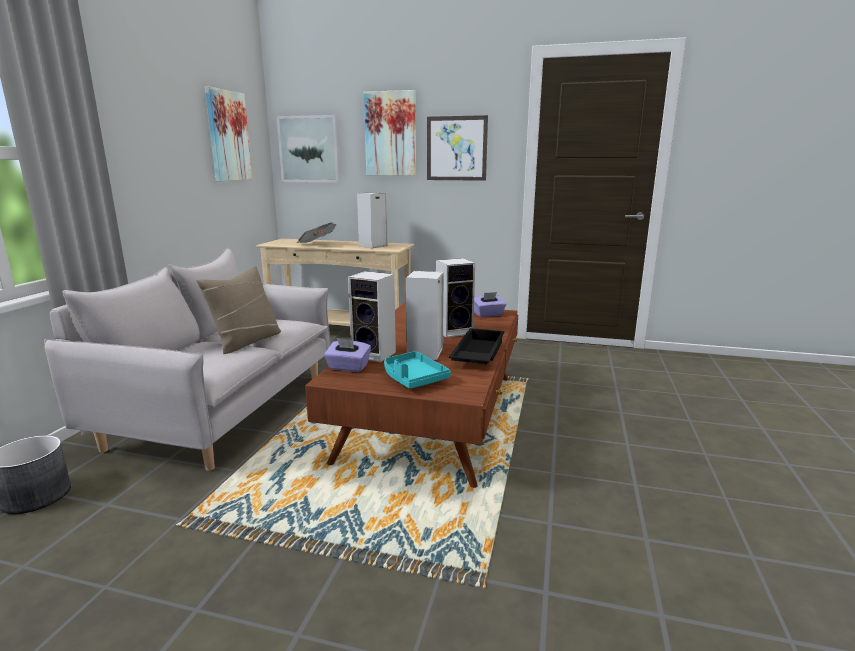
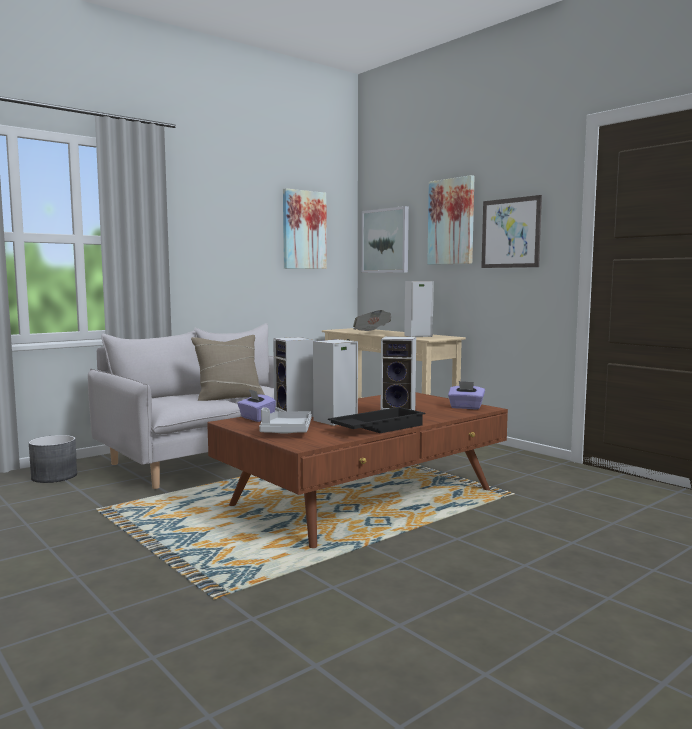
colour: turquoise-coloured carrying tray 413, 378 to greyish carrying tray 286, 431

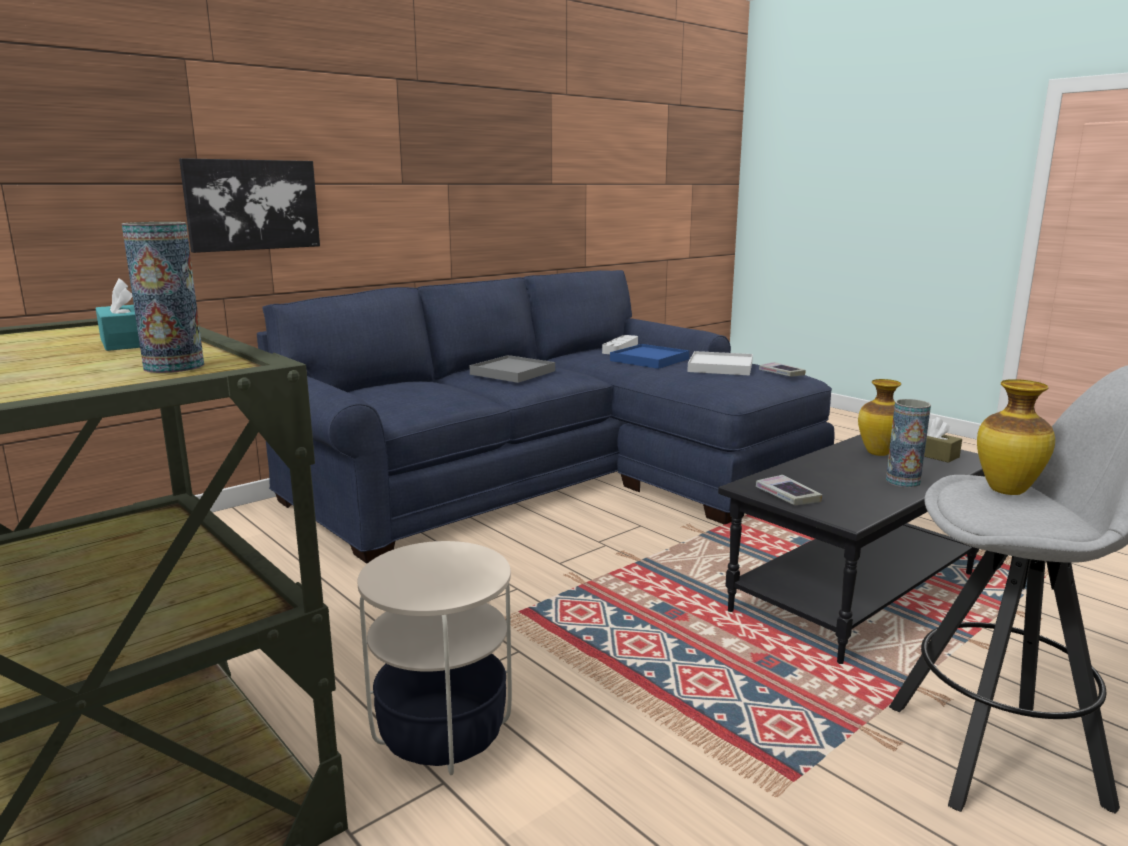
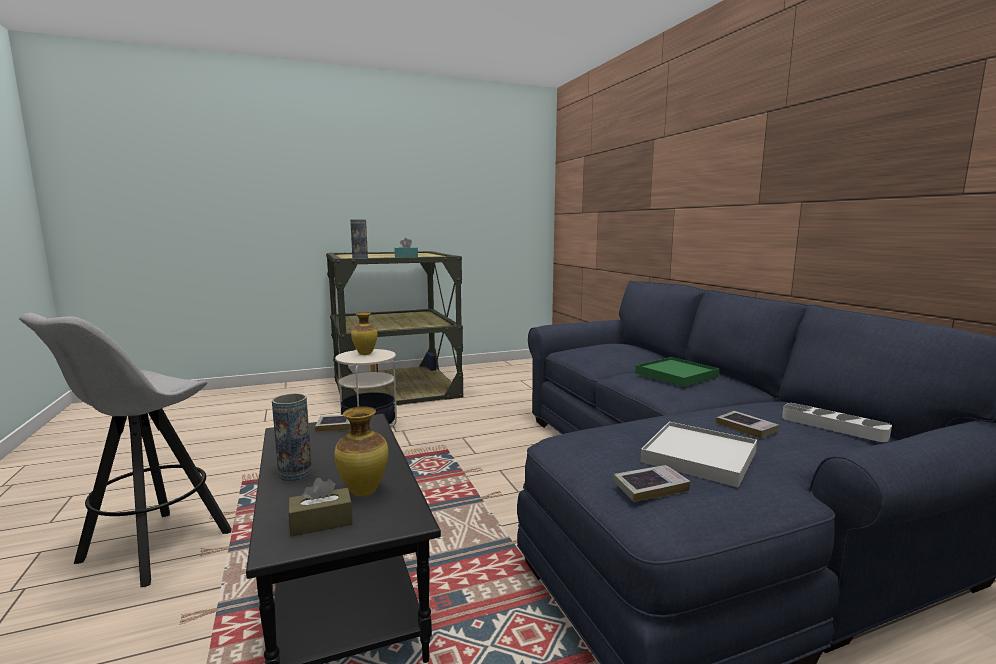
missing: wall art 252, 205
relocated: flower vase 1007, 491 to 365, 354
exchanged: bluish carrying tray 649, 360 to book 747, 428
colour: greyish carrying tray 512, 373 to greenish carrying tray 676, 375

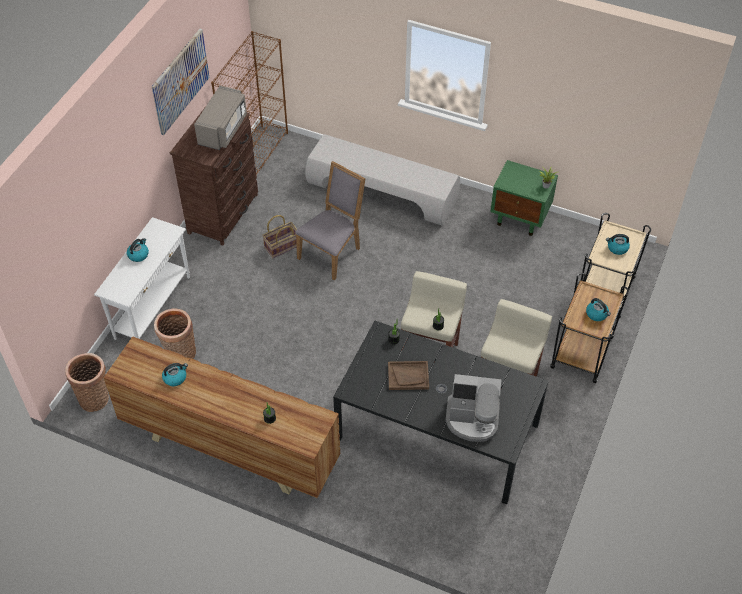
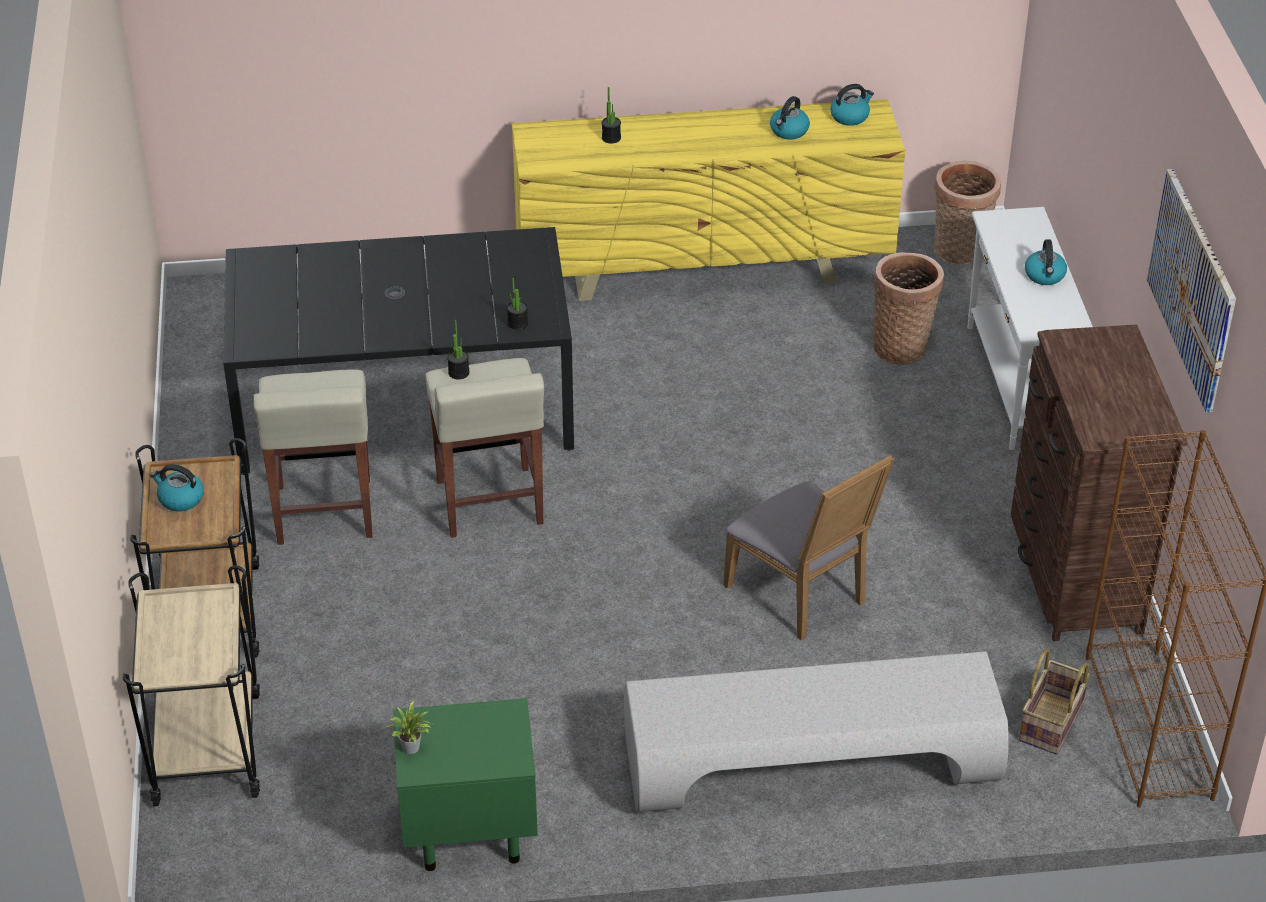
missing: greyish microwave oven 223, 130; brown carrying tray 408, 376; coffee brewer 472, 419
relocated: kettle 617, 248 to 850, 116; household basket 282, 246 to 1052, 723
colour: brown cupboard 229, 449 to yellow cupboard 704, 271
spun: greyish upright chair 332, 252 = 802, 596 45 degrees counterclockwise

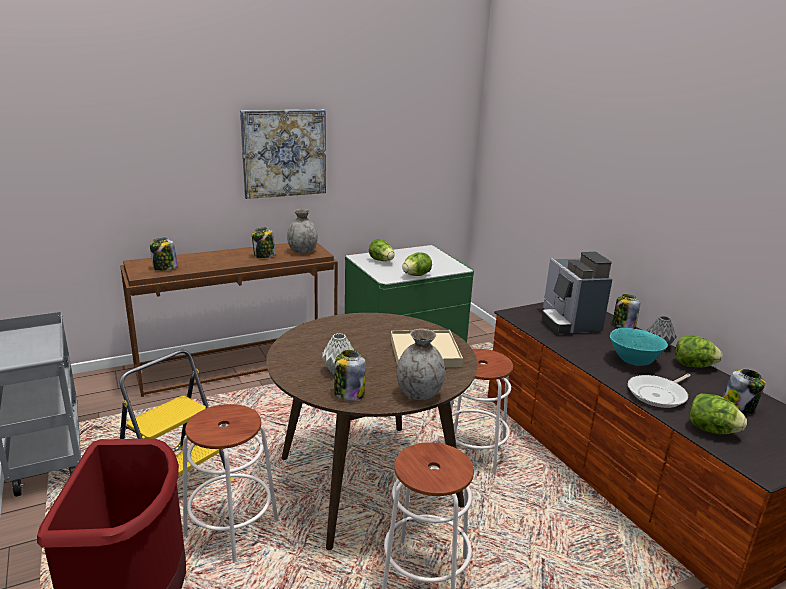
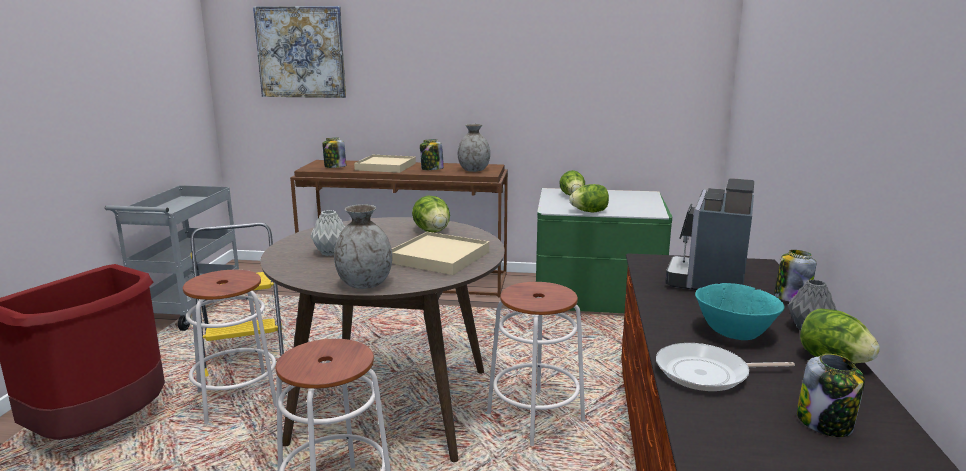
missing: jar 348, 393
appeared: beige-coloured carrying tray 385, 166
relocated: wall art 284, 153 to 301, 52; lettuce 711, 430 to 432, 231

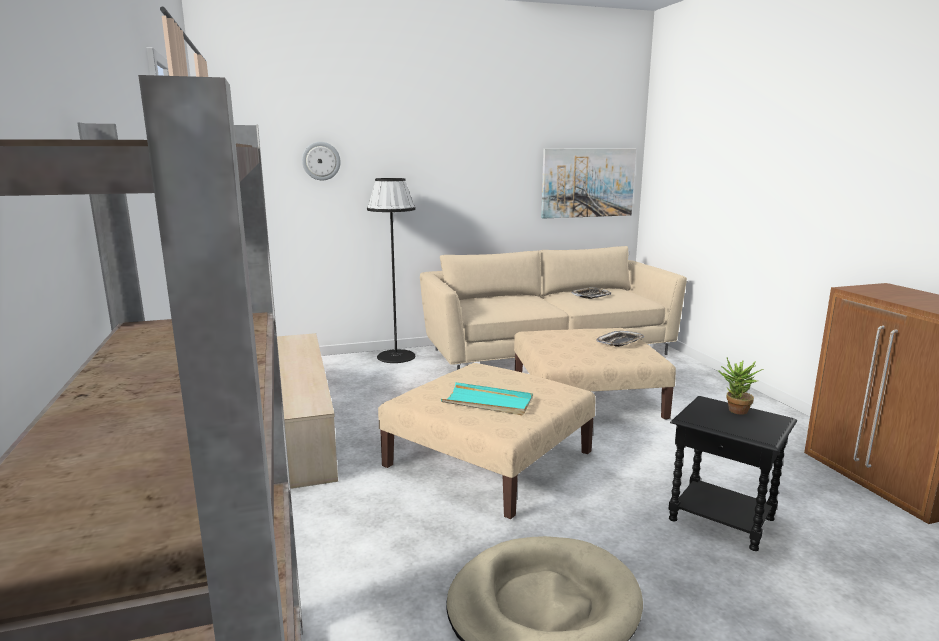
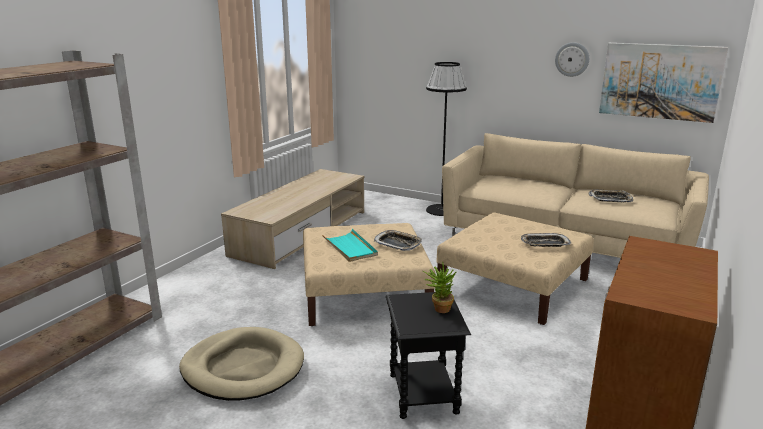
appeared: carrying tray 398, 244
relocated: wall clock 321, 161 to 572, 59

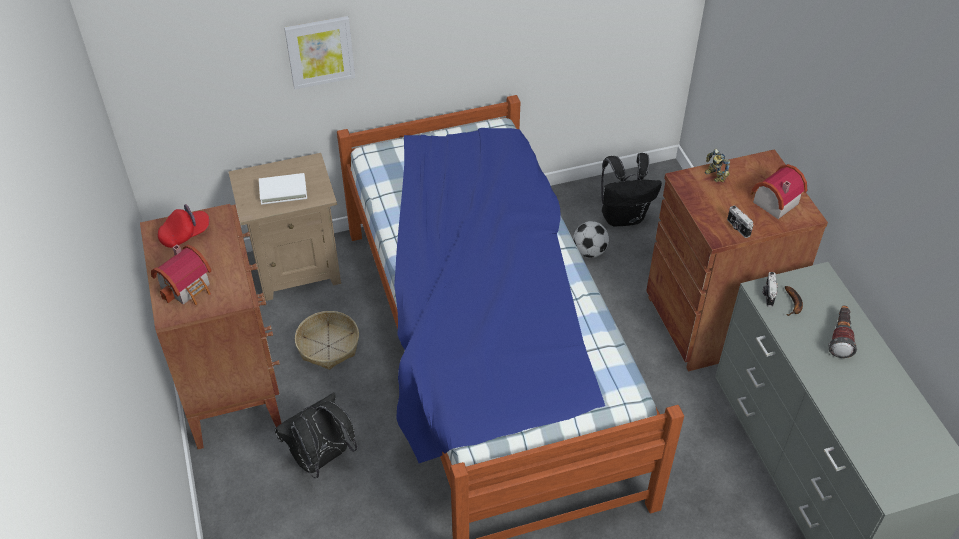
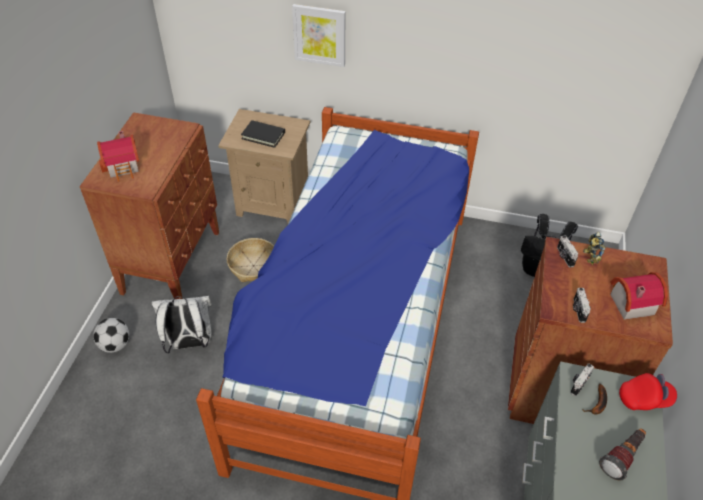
appeared: still camera 564, 256
relocated: football 589, 251 to 115, 344; red cap 185, 234 to 644, 399
colour: blackish rucksack 322, 459 to whitish rucksack 189, 343; whitish book 283, 190 to blackish book 263, 135

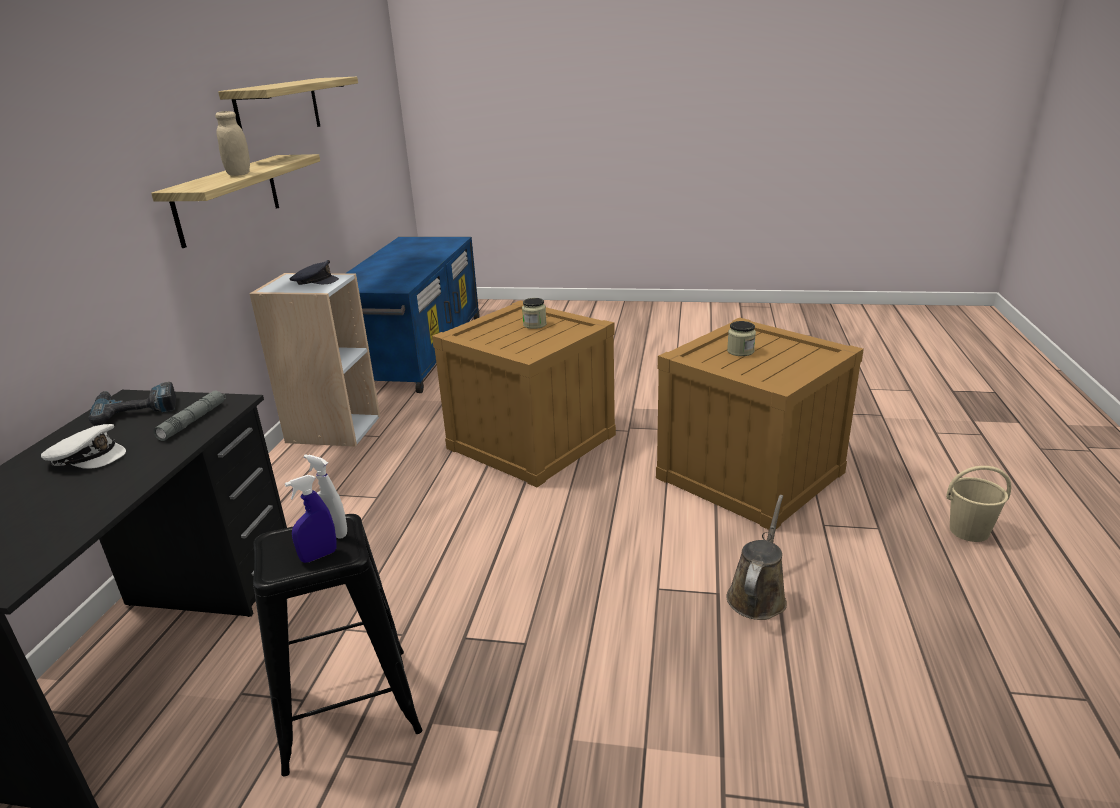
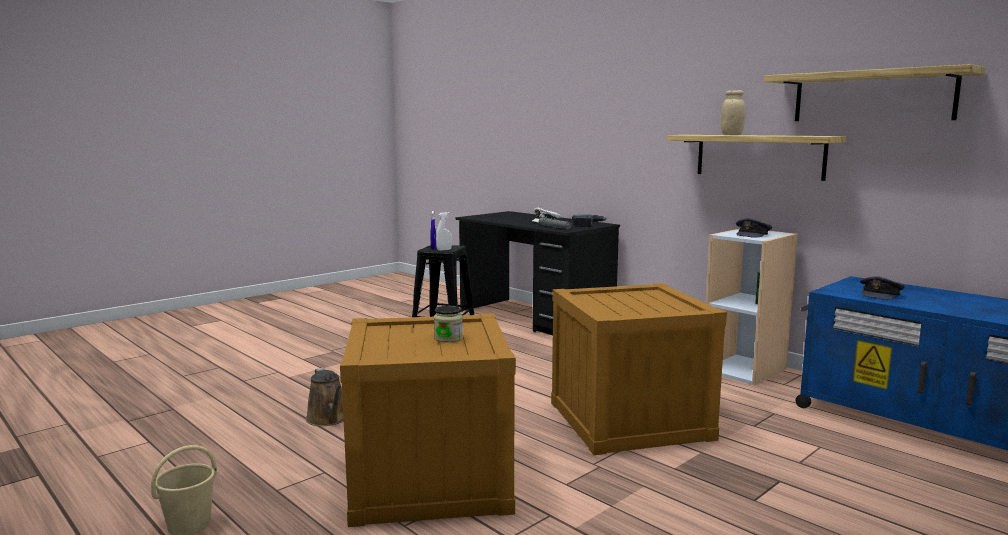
missing: jar 534, 325
appeared: greyish cap 880, 294

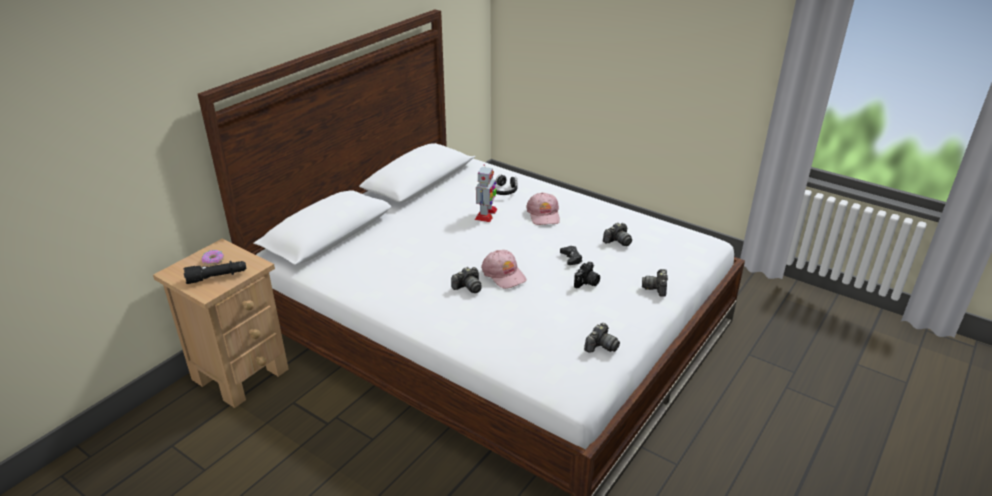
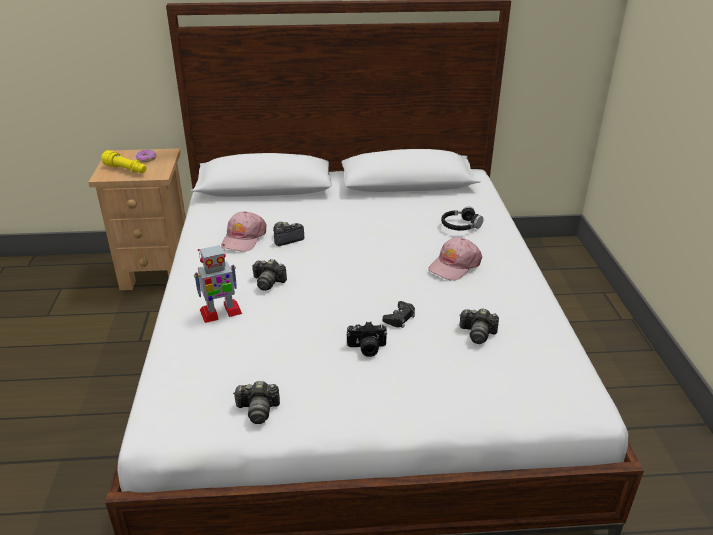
relocated: robot figure 486, 214 to 220, 312; pink-coloured cap 504, 274 to 243, 238; still camera 656, 288 to 286, 239
colour: blackish flashlight 217, 277 to yellow flashlight 126, 170

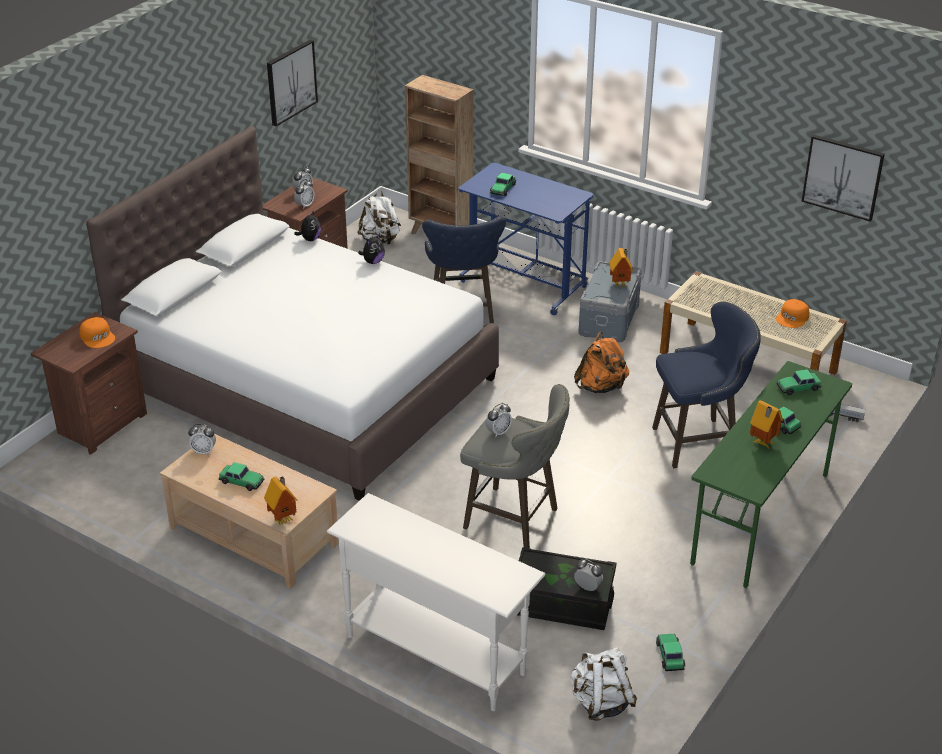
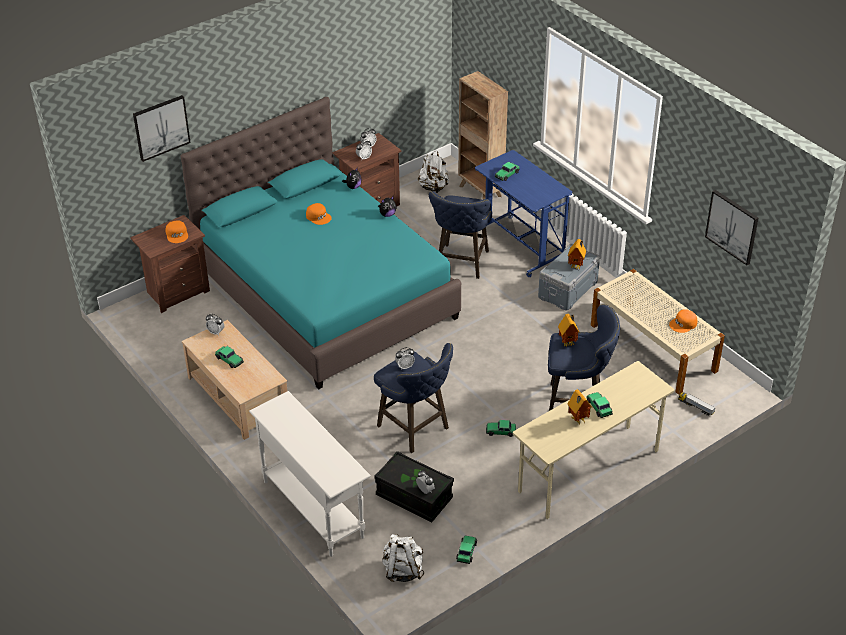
missing: orange rucksack 601, 387
appeared: orange cap 318, 216
relocated: wall art 291, 82 to 161, 127; model car 798, 387 to 500, 431; miniature house 284, 519 to 568, 342
colour: whitish sleeping bed 307, 384 to turquoise-coloured sleeping bed 325, 293; greyish sitting stool 515, 520 to bluish sitting stool 415, 429; greenish desk 761, 519 to beige-coloured desk 588, 472

